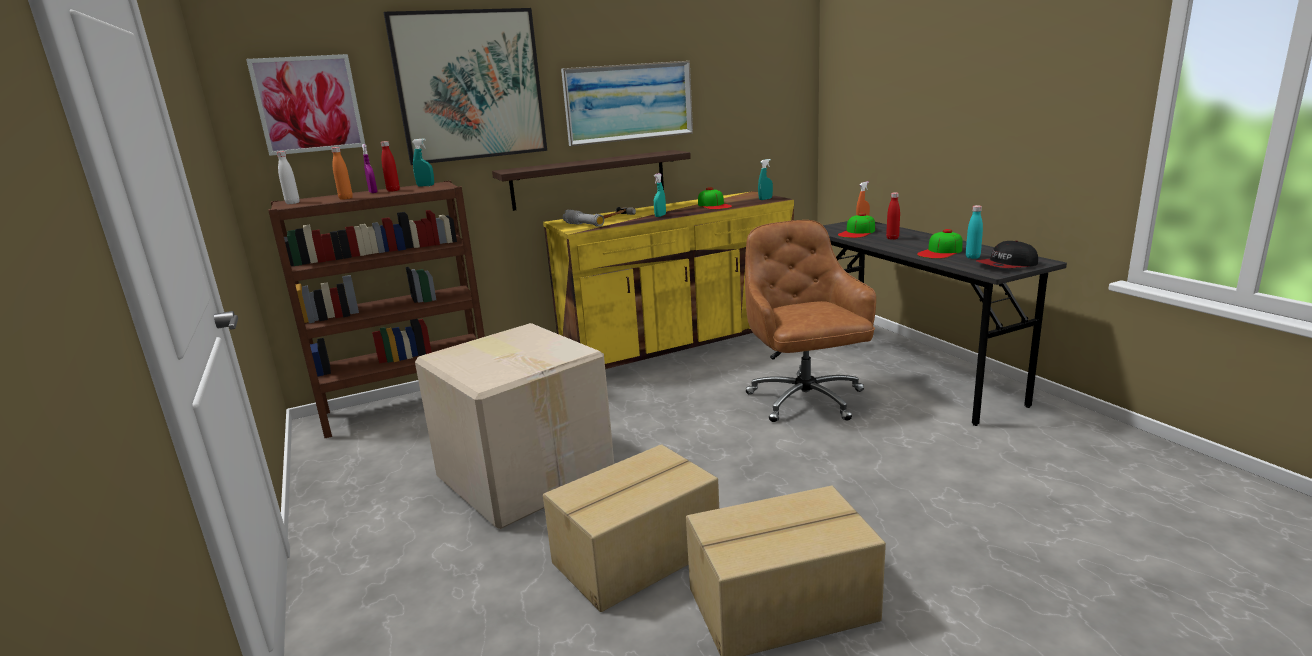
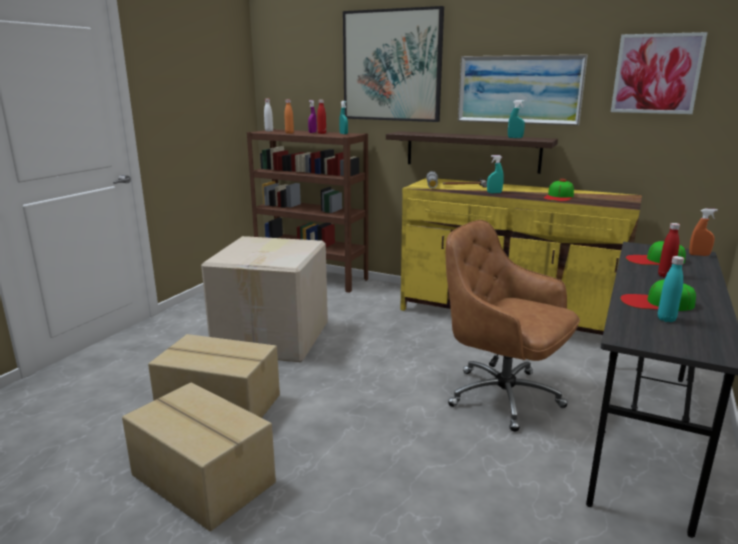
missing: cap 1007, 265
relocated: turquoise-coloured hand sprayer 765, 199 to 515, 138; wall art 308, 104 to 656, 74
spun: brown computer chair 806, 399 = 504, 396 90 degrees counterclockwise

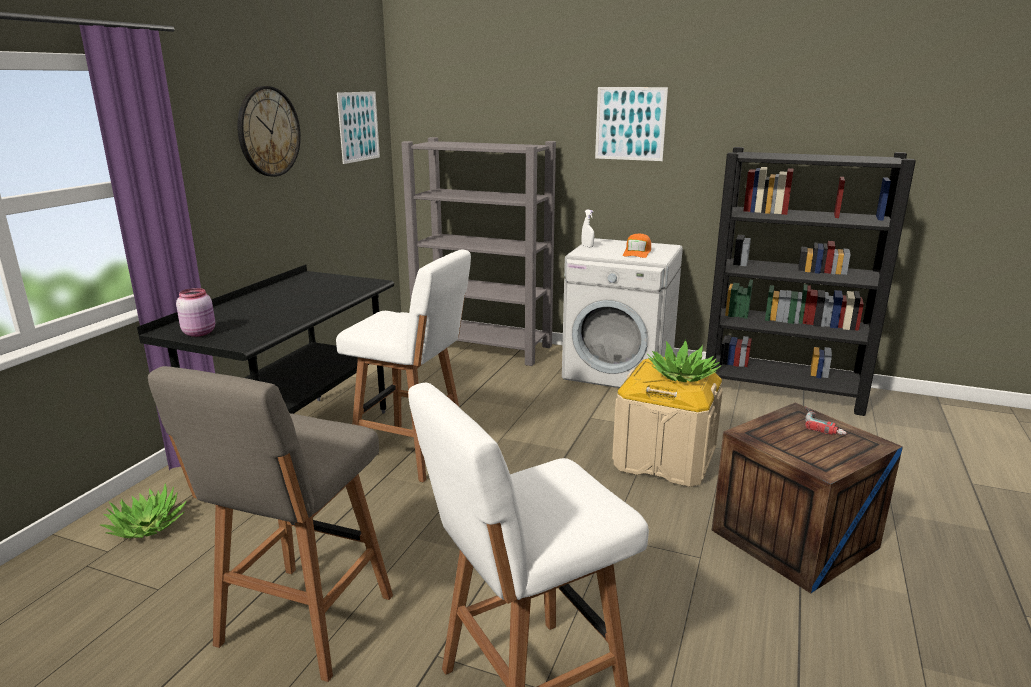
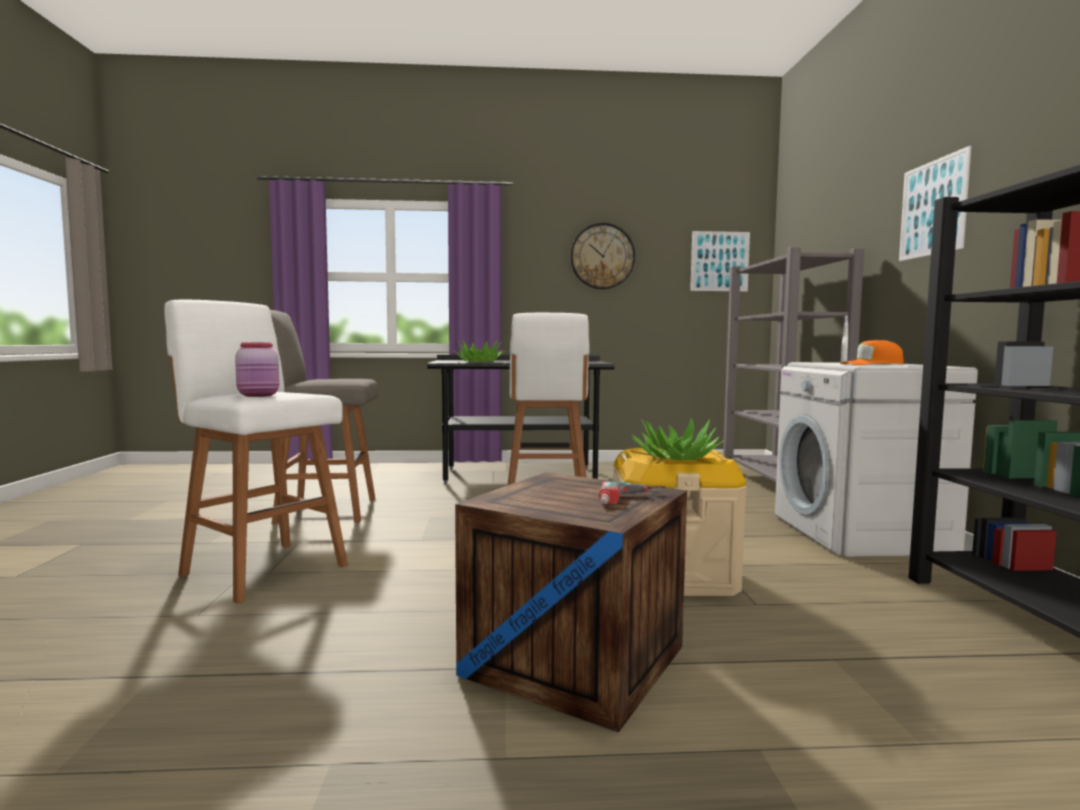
relocated: pink-coloured jar 200, 333 to 259, 395; houseplant 147, 526 to 479, 361

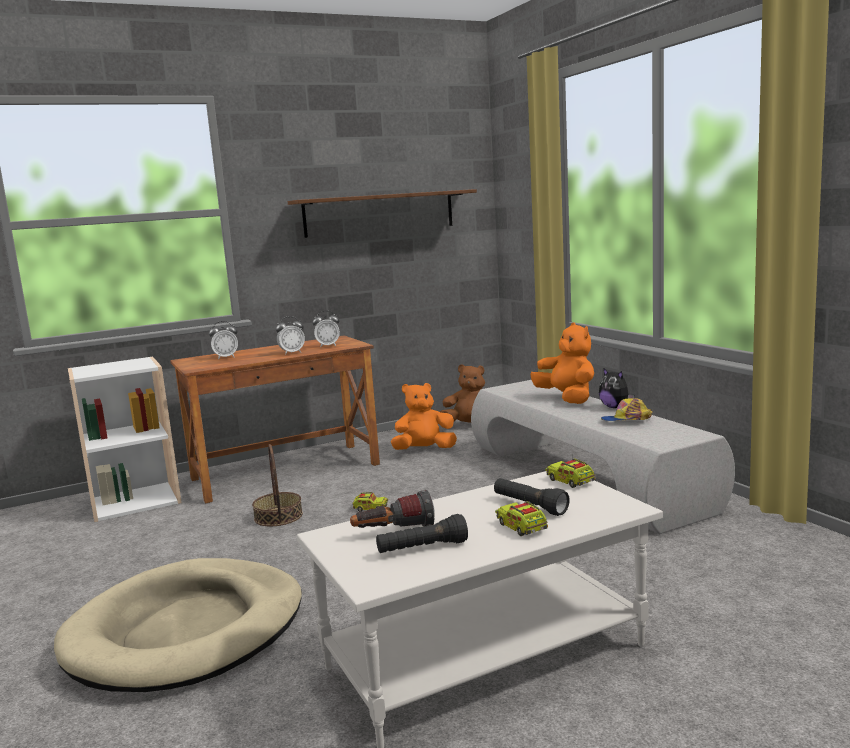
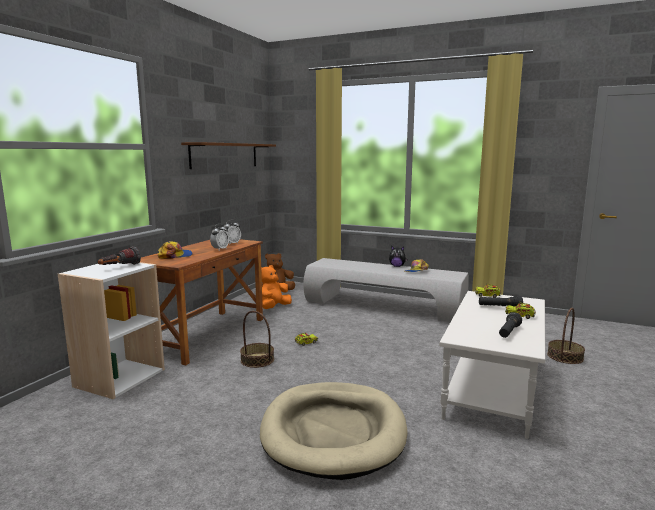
missing: orange soft toy 567, 398
appeared: household basket 565, 356
relocated: flashlight 393, 532 to 119, 267
exchanged: alarm clock 226, 357 to cap 175, 256

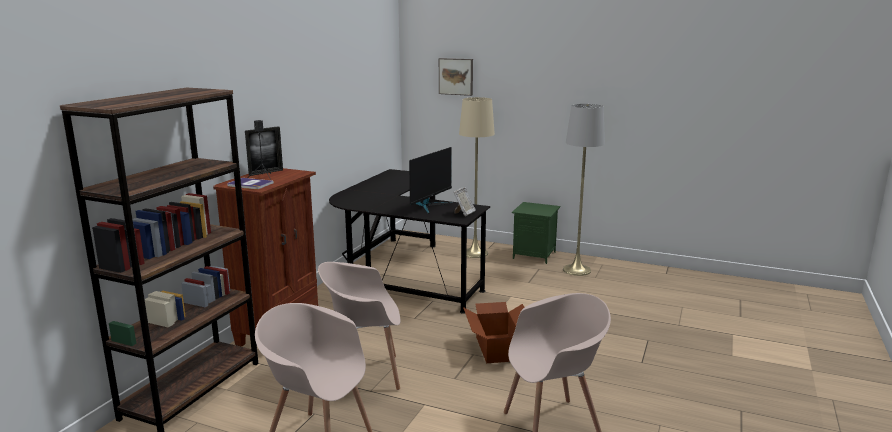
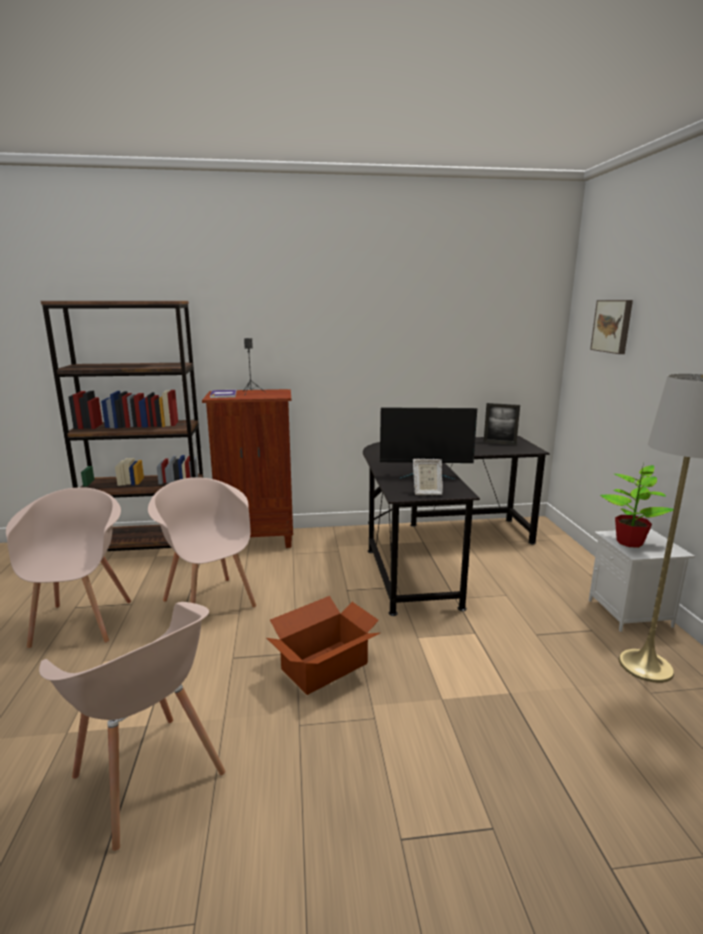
missing: beige-coloured floor lamp 475, 253
appeared: houseplant 629, 542
relocated: standing frame 266, 172 to 499, 443
colour: greenish night table 535, 255 to greyish night table 631, 614

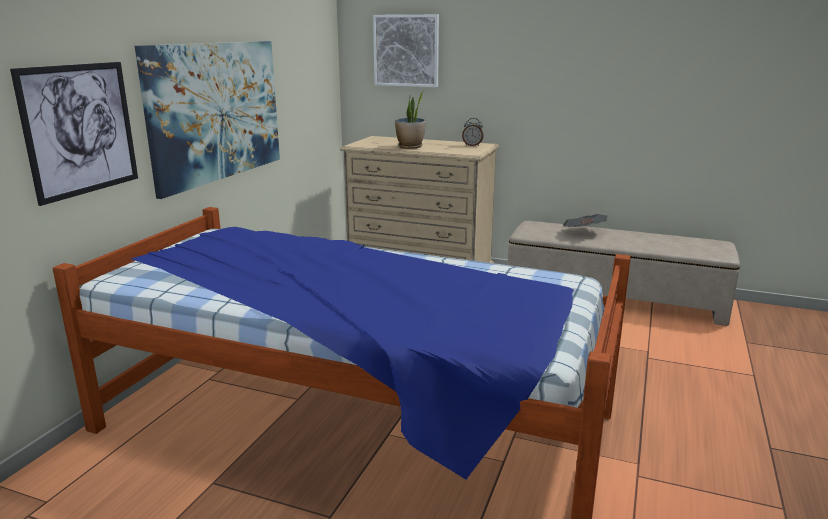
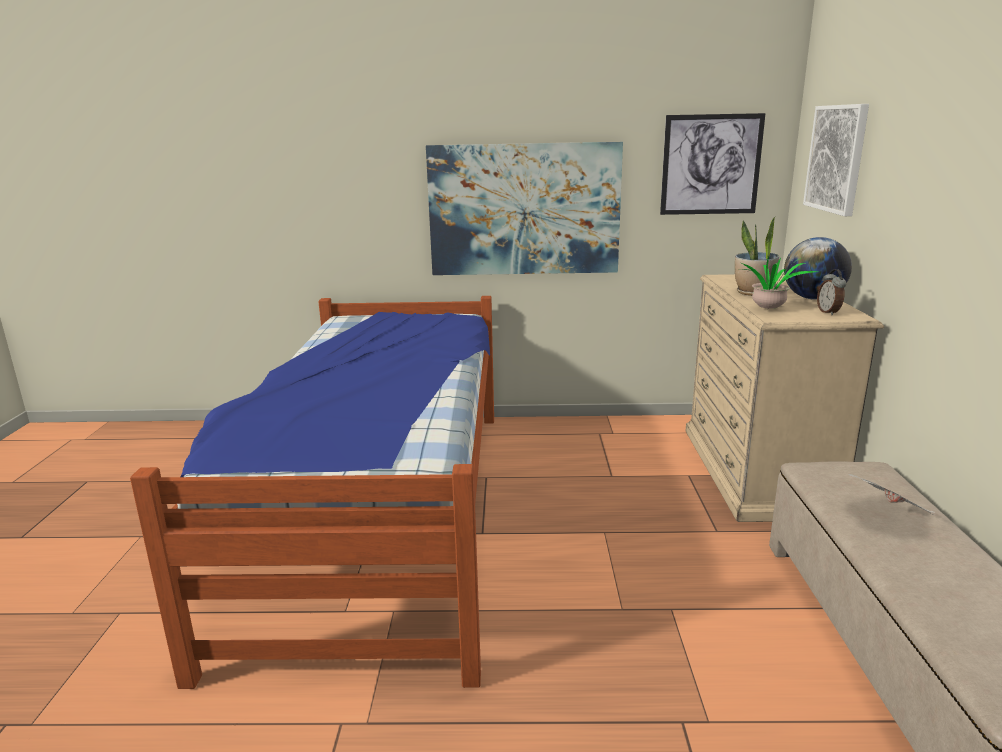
appeared: houseplant 768, 310; world globe 813, 298
relocated: wall art 80, 129 to 711, 165

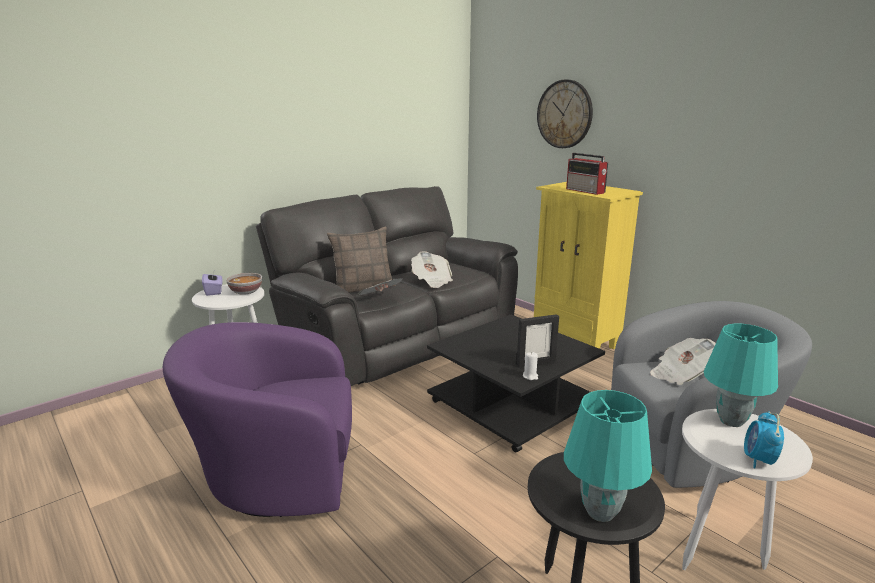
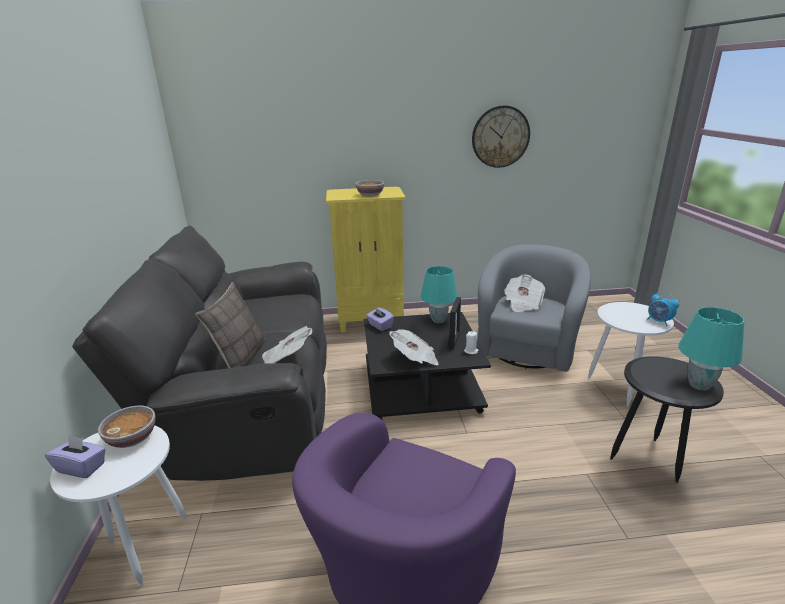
appeared: purple-coloured tissue box 380, 326
relocated: printed paper 432, 281 to 415, 359; turquoise-coloured table lamp 730, 420 to 438, 320; wall clock 564, 114 to 500, 137
exchanged: radio 586, 191 to bowl 370, 195

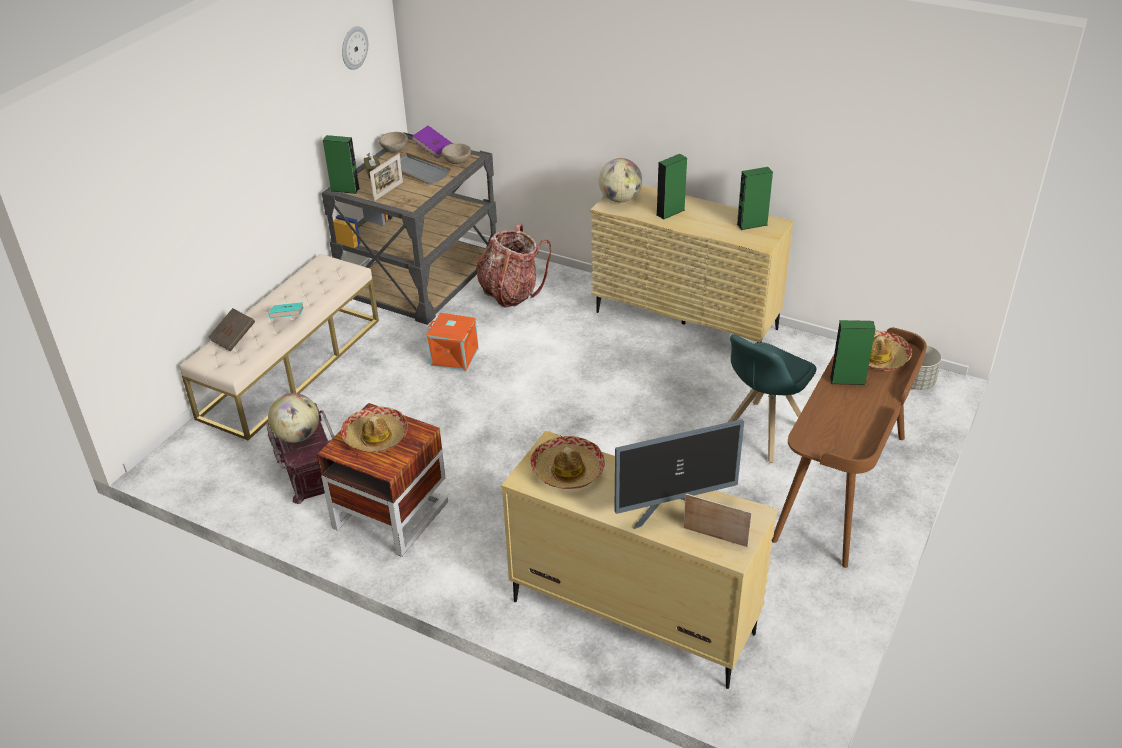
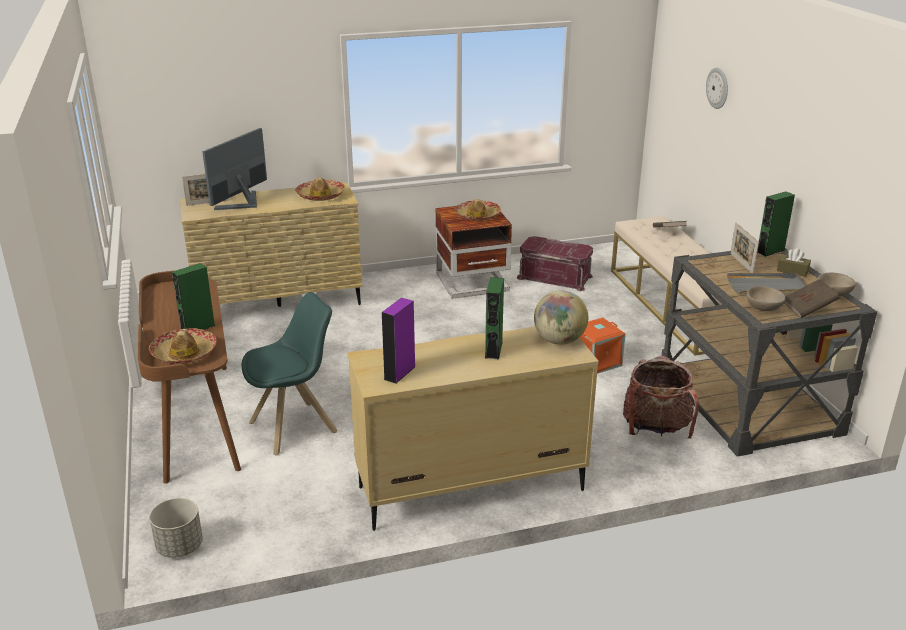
missing: turquoise-coloured book 287, 318; world globe 297, 436
relocated: wall clock 353, 47 to 718, 88
colour: greenish audio speaker 752, 224 to purple-coloured audio speaker 400, 373; purple-coloured book 434, 150 to brown book 808, 309
spun: turquoise-coloured upright chair 763, 432 = 294, 427 60 degrees clockwise

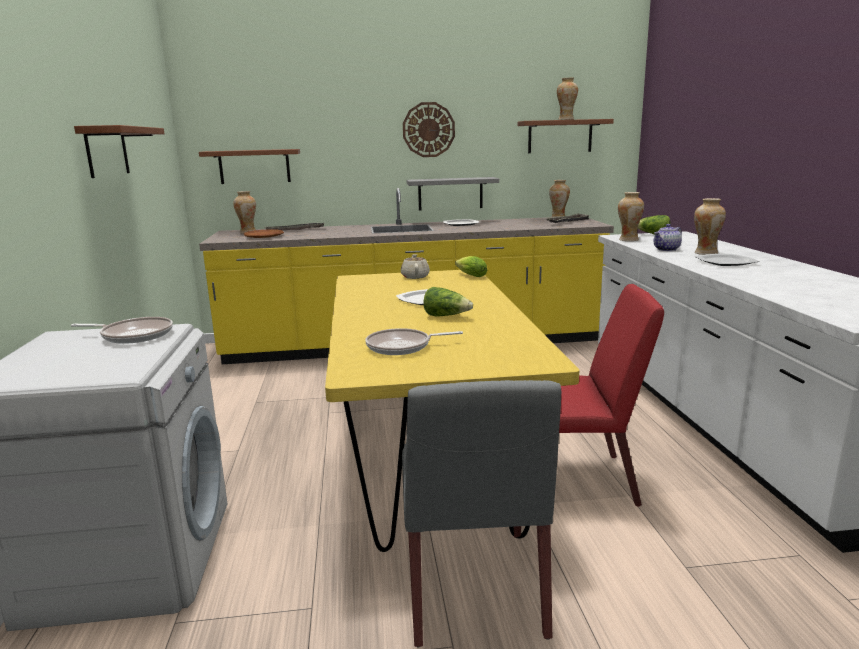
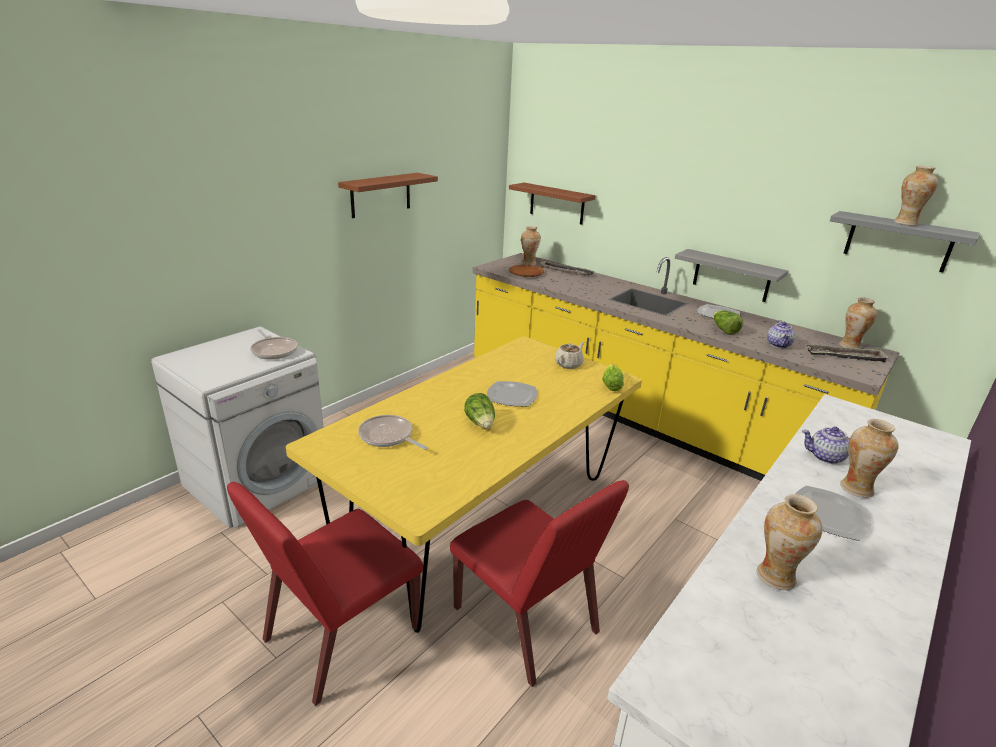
missing: wall clock 428, 130
appeared: teapot 779, 345
relocated: lettuce 653, 234 to 724, 330; flower vase 628, 240 to 775, 576
colour: greyish upright chair 473, 586 to red upright chair 340, 635; brown bracket shelf 560, 136 to greyish bracket shelf 898, 242

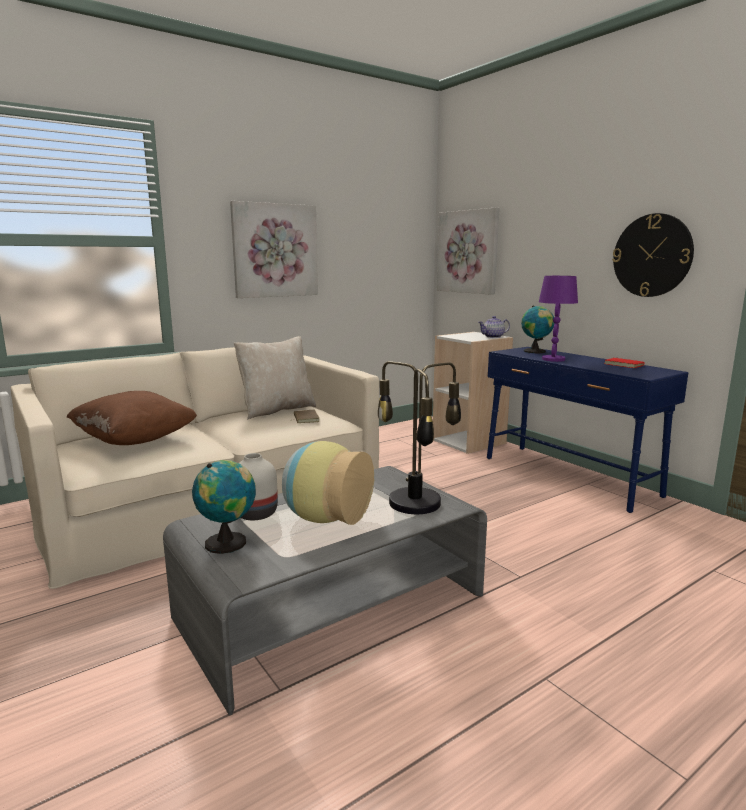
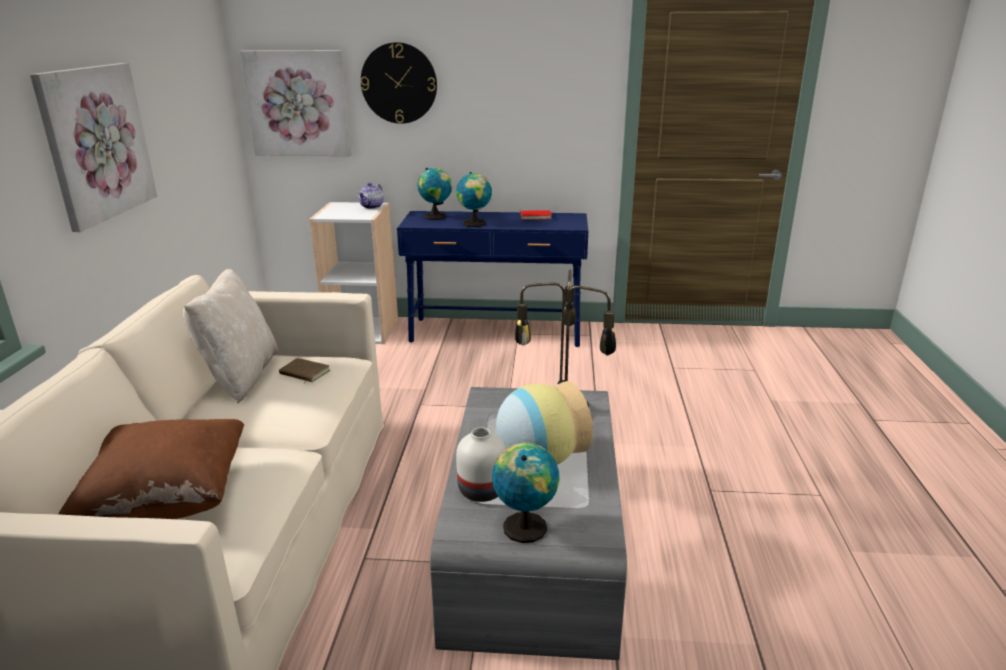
relocated: wall clock 652, 255 to 399, 83
exchanged: purple-coloured table lamp 553, 359 to world globe 475, 224

